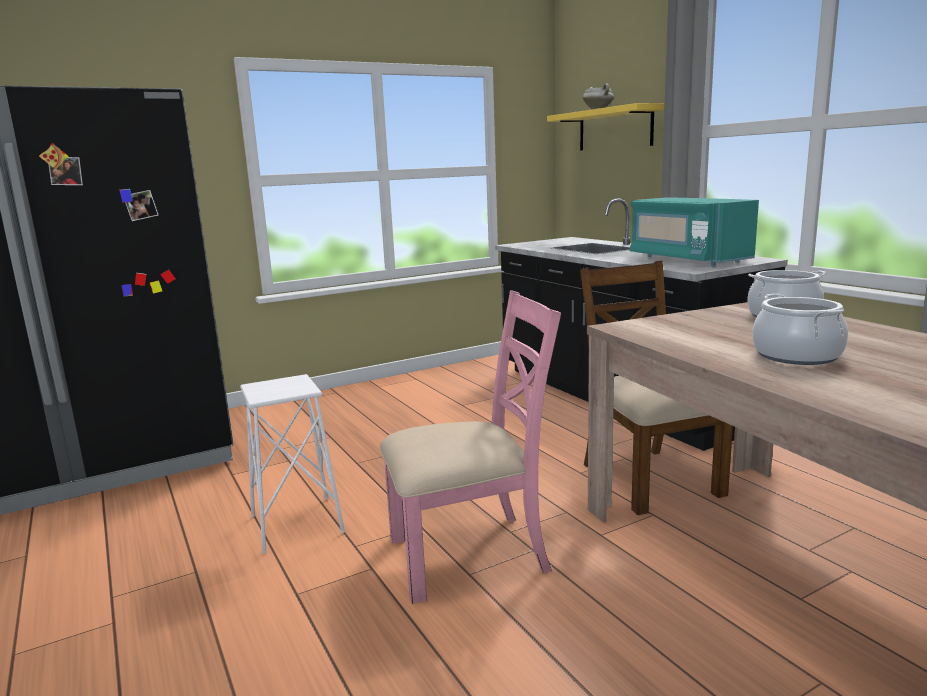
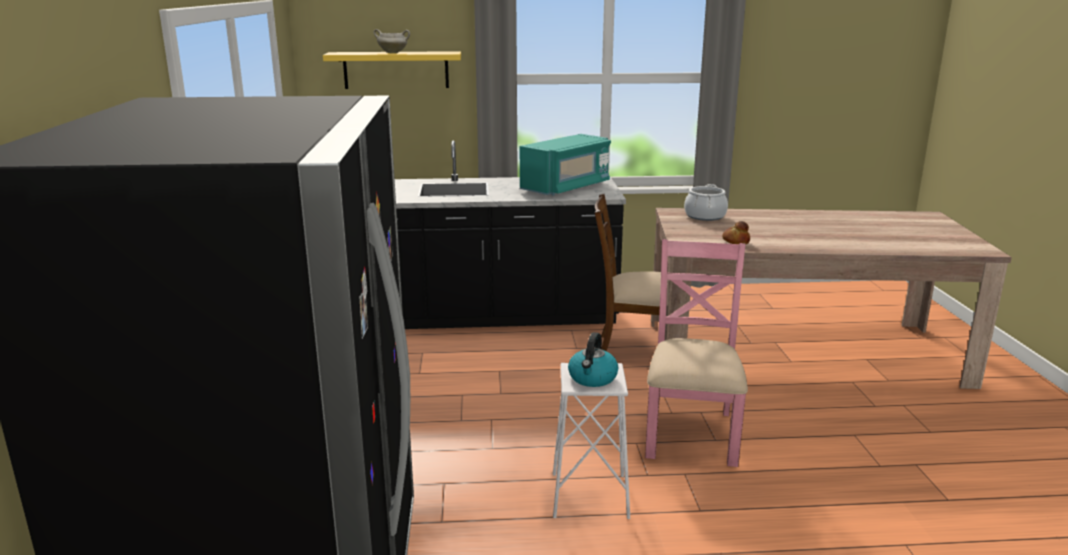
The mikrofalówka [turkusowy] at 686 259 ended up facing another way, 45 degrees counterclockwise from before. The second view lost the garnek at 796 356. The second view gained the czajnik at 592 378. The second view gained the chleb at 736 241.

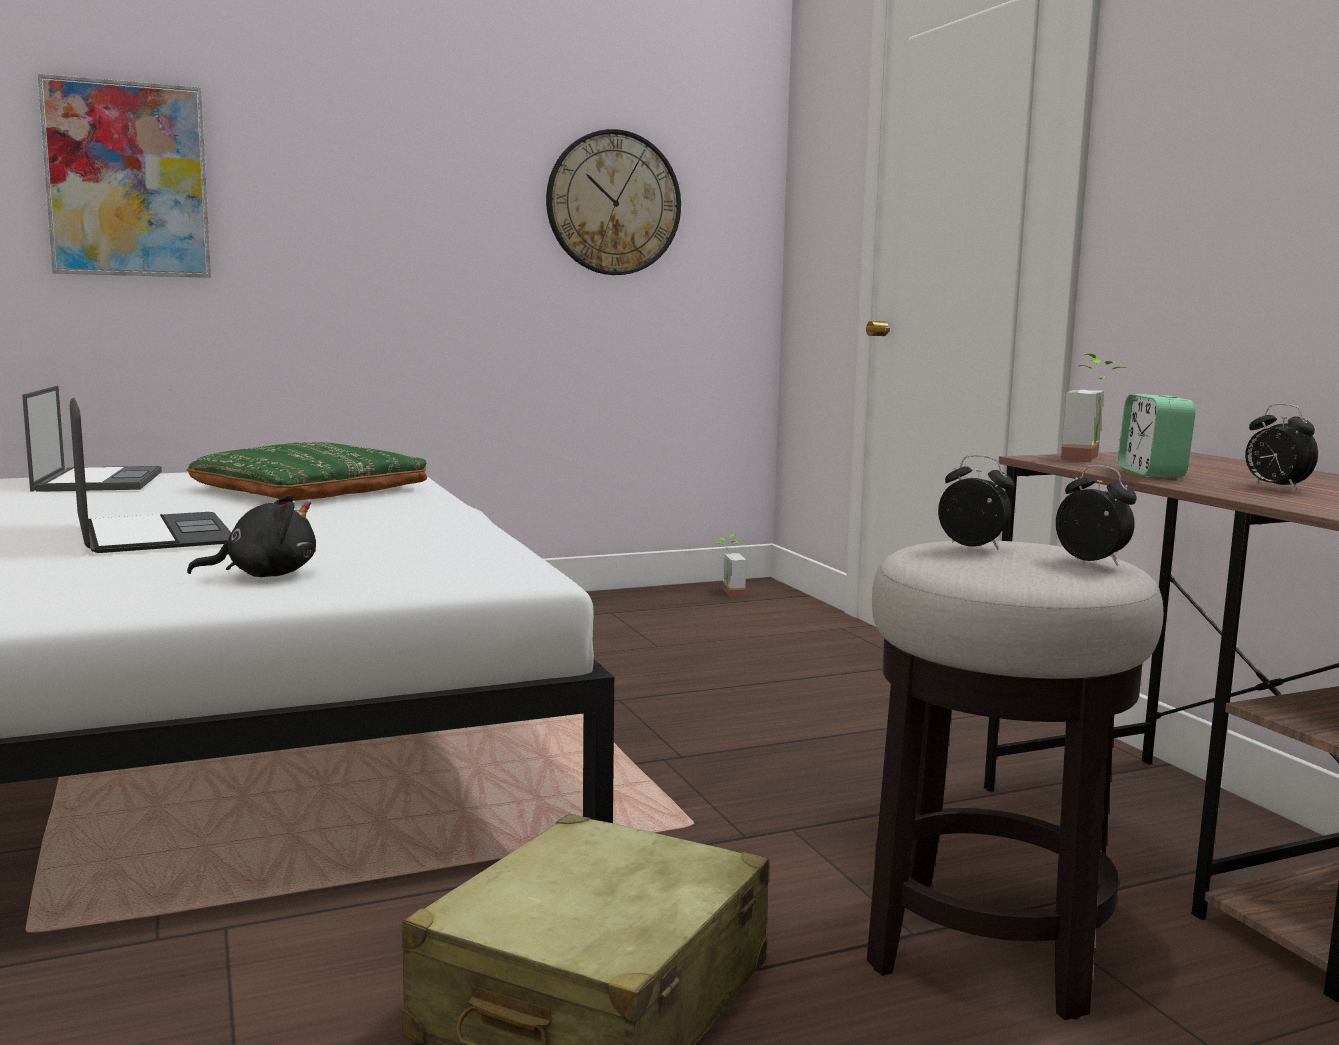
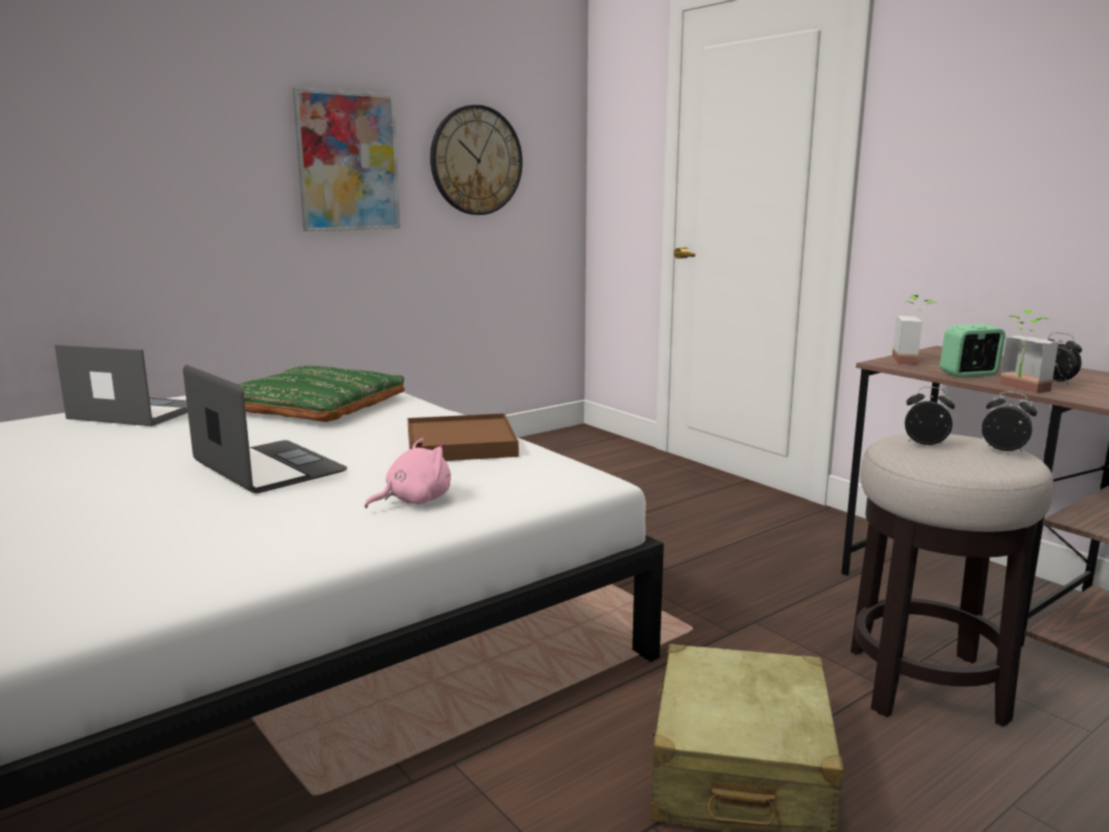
The laptop at 99 481 ended up facing another way, 45 degrees counterclockwise from before. The obraz ended up elsewhere, having gone from 127 180 to 348 162. What was the pluszak [czarny] at 264 575 turned into the pluszak [różowy] at 414 501. The roślina doniczkowa ended up elsewhere, having gone from 727 593 to 1018 388. The budzik at 1151 473 ended up facing another way, 90 degrees clockwise from before. The second view gained the taca [brązowy] at 461 444.

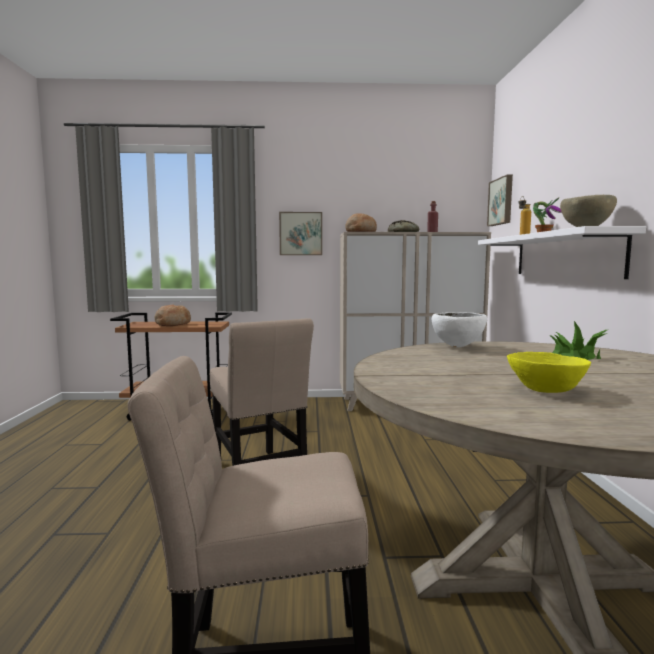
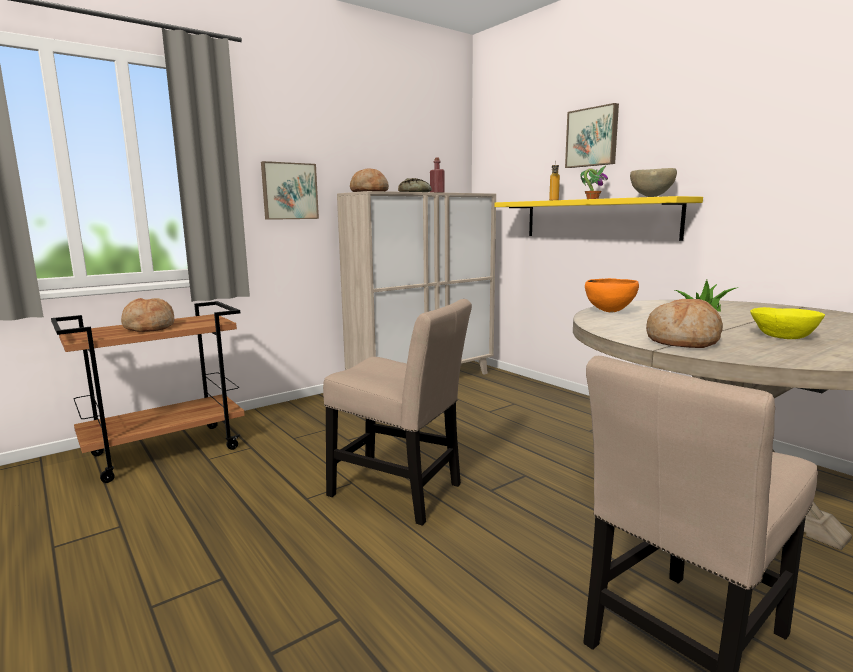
What was the miska [biały] at 458 346 turned into the miska [pomarańczowy] at 610 312. What was the półka [biały] at 564 255 turned into the półka [żółty] at 597 219. The obraz ended up elsewhere, having gone from 501 201 to 592 137. The second view gained the chleb at 683 341.

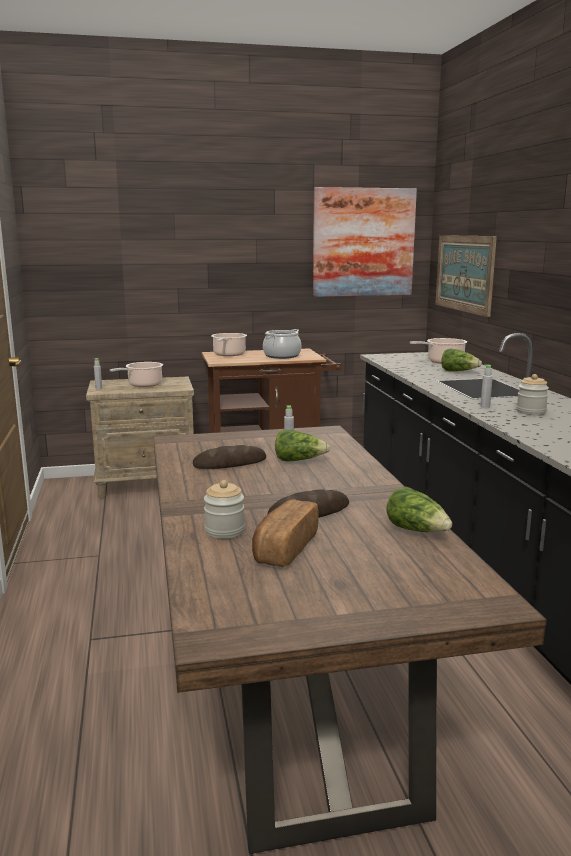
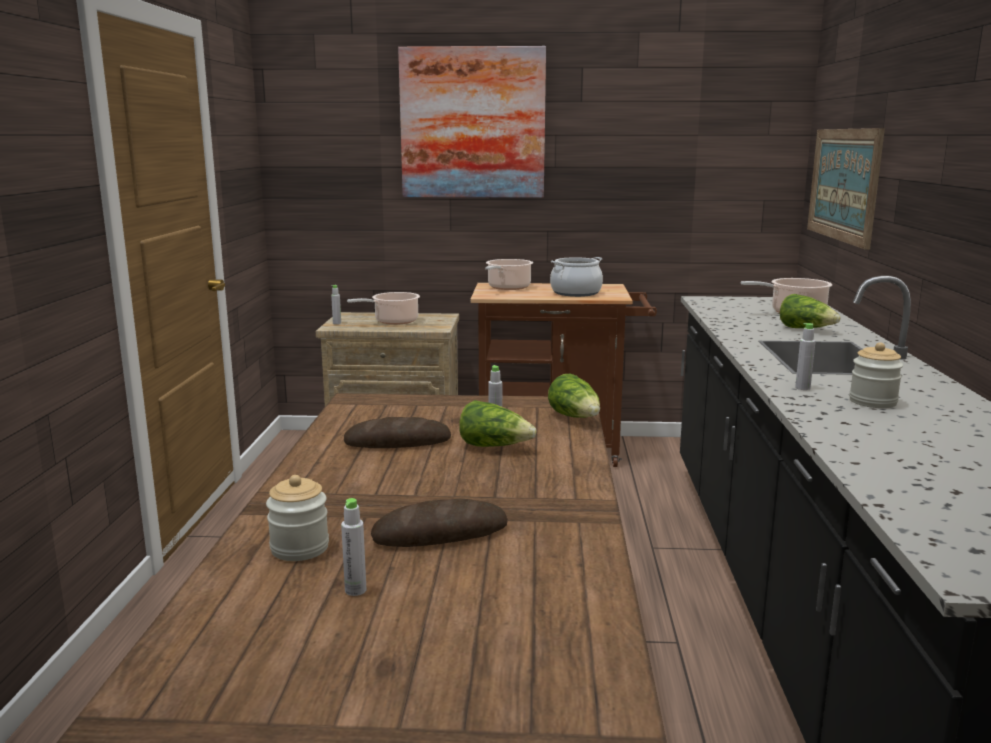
Where the chleb stood at 284 549, the butelka [szary] came to stand at 355 590. The obraz ended up elsewhere, having gone from 363 242 to 472 123. The sałata ended up elsewhere, having gone from 417 531 to 576 418.

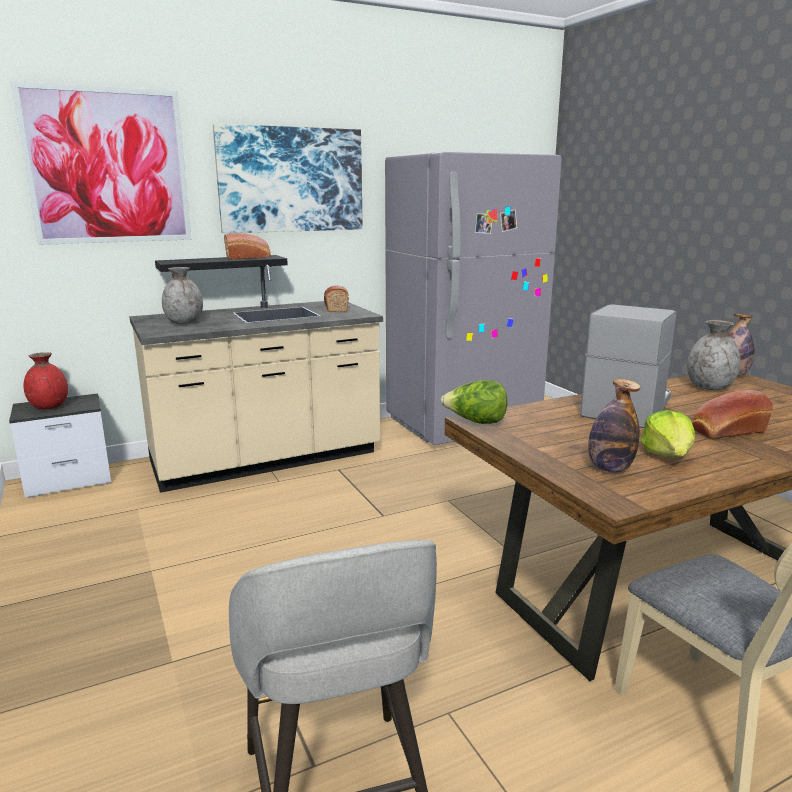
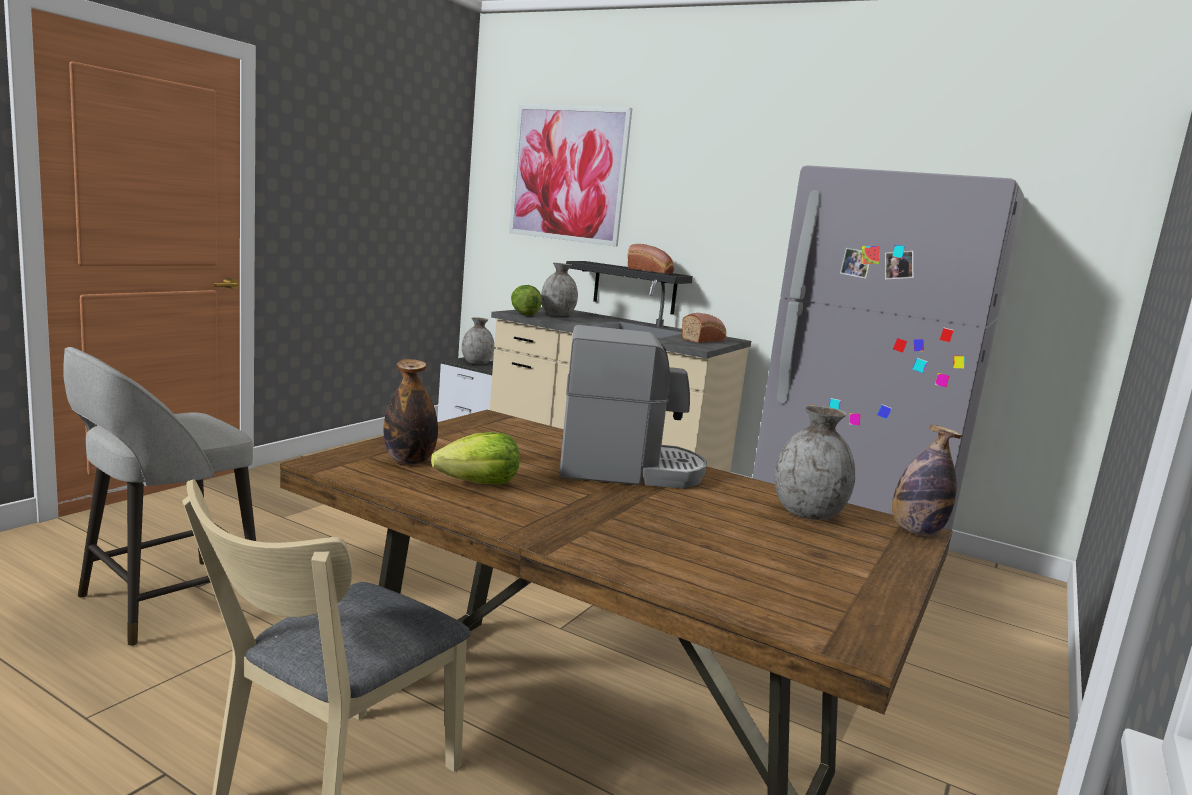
What was the wazon [czerwony] at 49 406 turned into the wazon [szary] at 477 363. The second view lost the obraz at 291 180. The sałata ended up elsewhere, having gone from 475 422 to 523 314. The second view lost the chleb at 726 431.

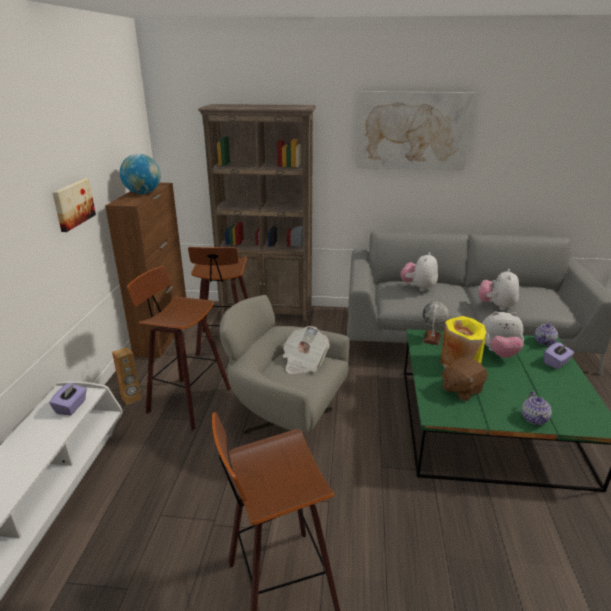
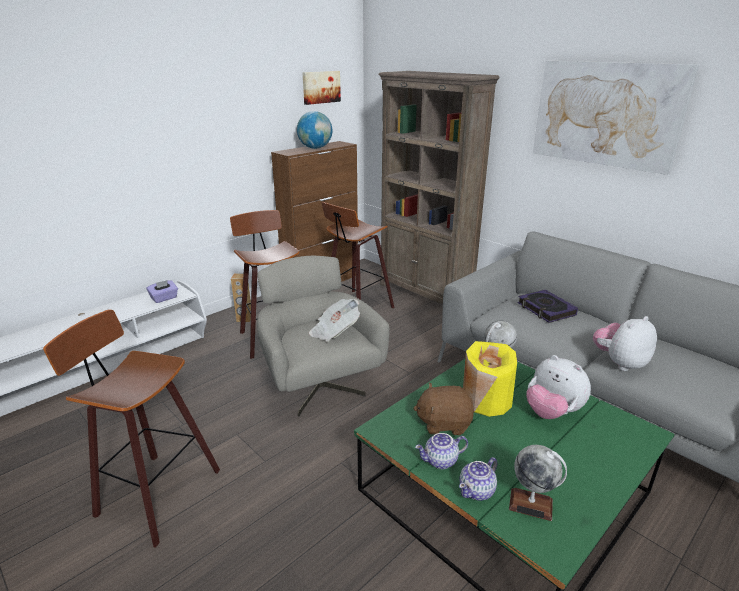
The obraz ended up elsewhere, having gone from 72 204 to 320 87. Where the pluszak stood at 418 287, the książka came to stand at 546 309. The imbryk ended up elsewhere, having gone from 544 342 to 440 461. The second view lost the pudełko chusteczek [fioletowy] at 556 363. The second view gained the globus at 531 504.

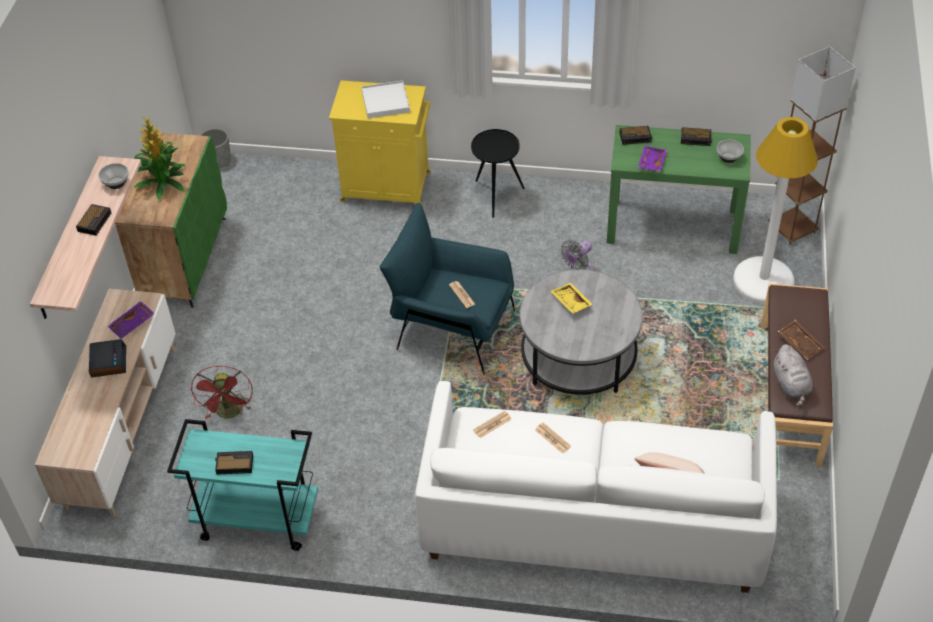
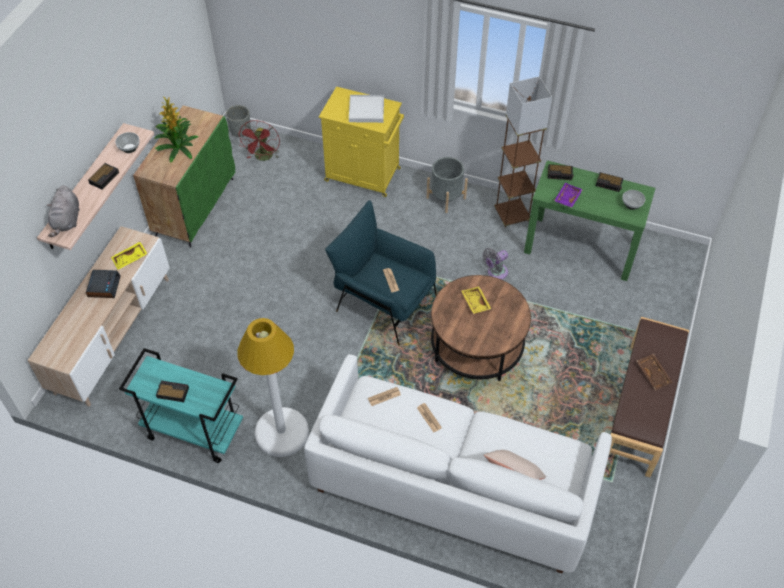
What was the taca [fioletowy] at 132 324 turned into the taca [żółty] at 130 259. The wentylator [czerwony] ended up elsewhere, having gone from 230 413 to 263 158. Where the stolik [czarny] stood at 496 197, the donica [szary] came to stand at 446 198. What was the ława [szary] at 578 357 turned into the ława [brązowy] at 477 344. The lampa stojąca [biały] ended up elsewhere, having gone from 763 281 to 282 432. The lampa stojąca [brązowy] ended up elsewhere, having gone from 792 229 to 512 215. The pluszak [szary] ended up elsewhere, having gone from 791 386 to 67 221.

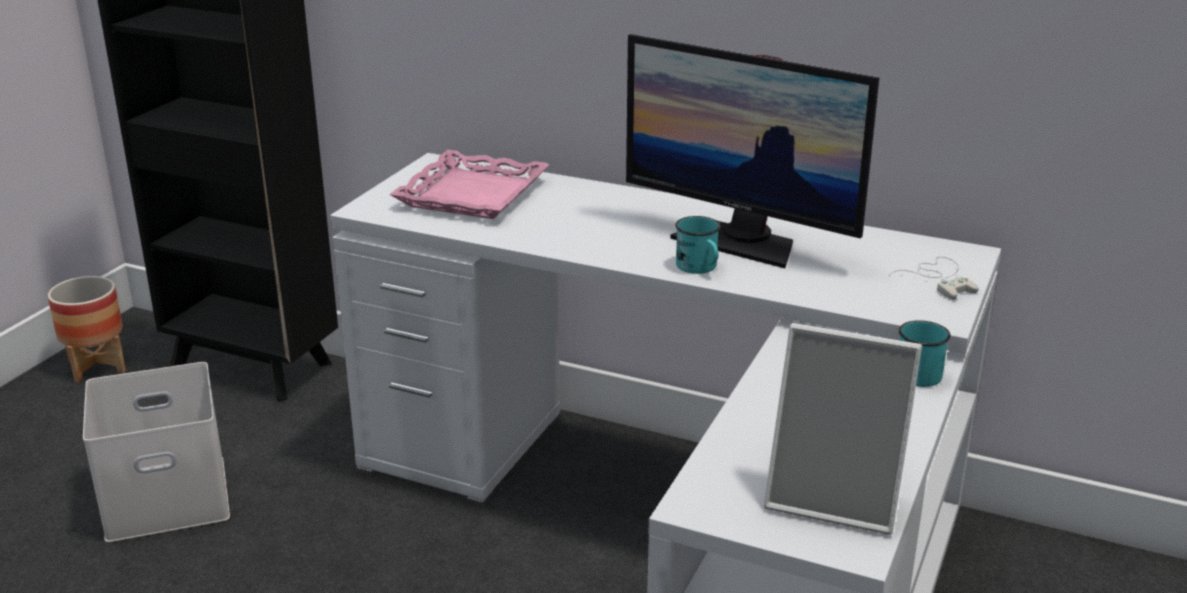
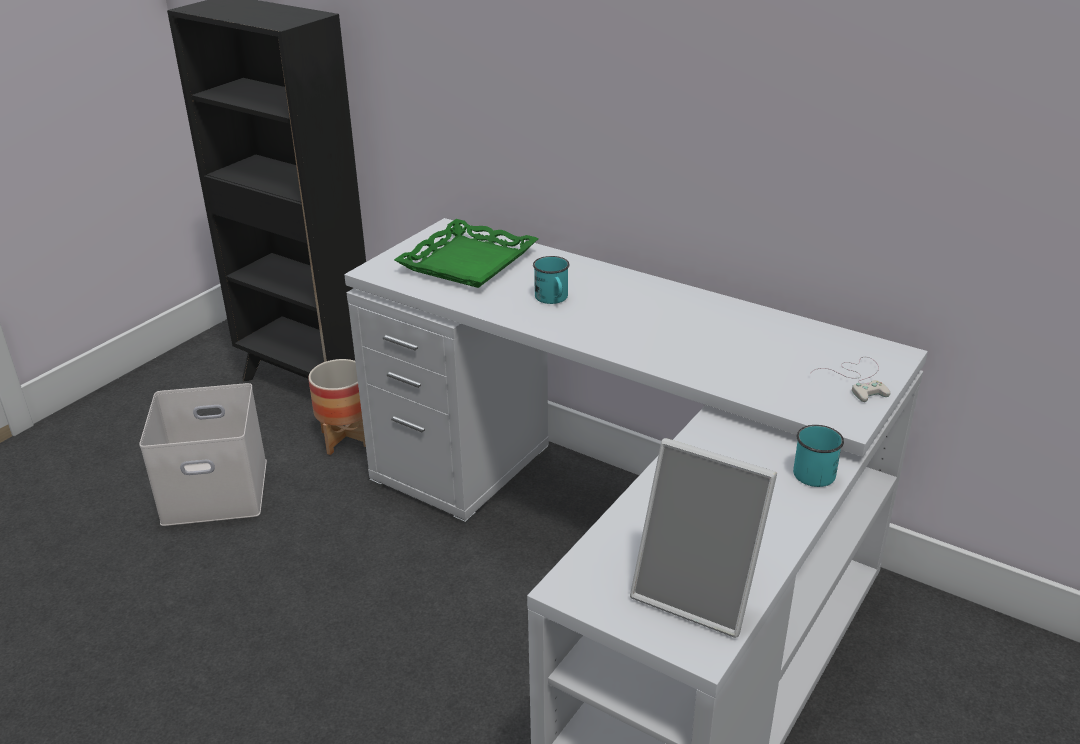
The donica ended up elsewhere, having gone from 97 366 to 346 439. What was the taca [różowy] at 473 195 turned into the taca [zielony] at 469 262. The second view lost the monitor at 741 241. The kubek [turkusowy] ended up elsewhere, having gone from 700 268 to 553 299.

